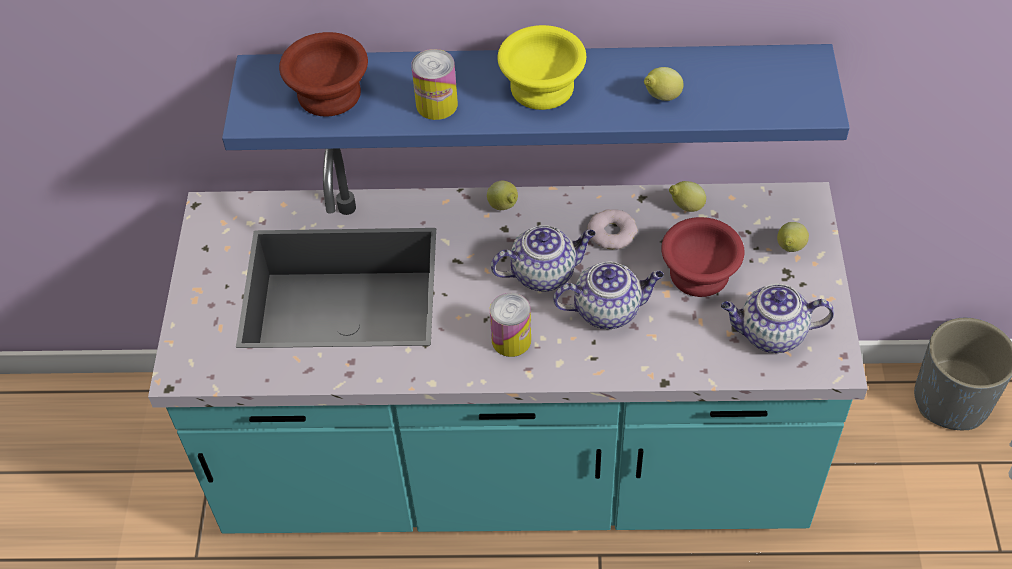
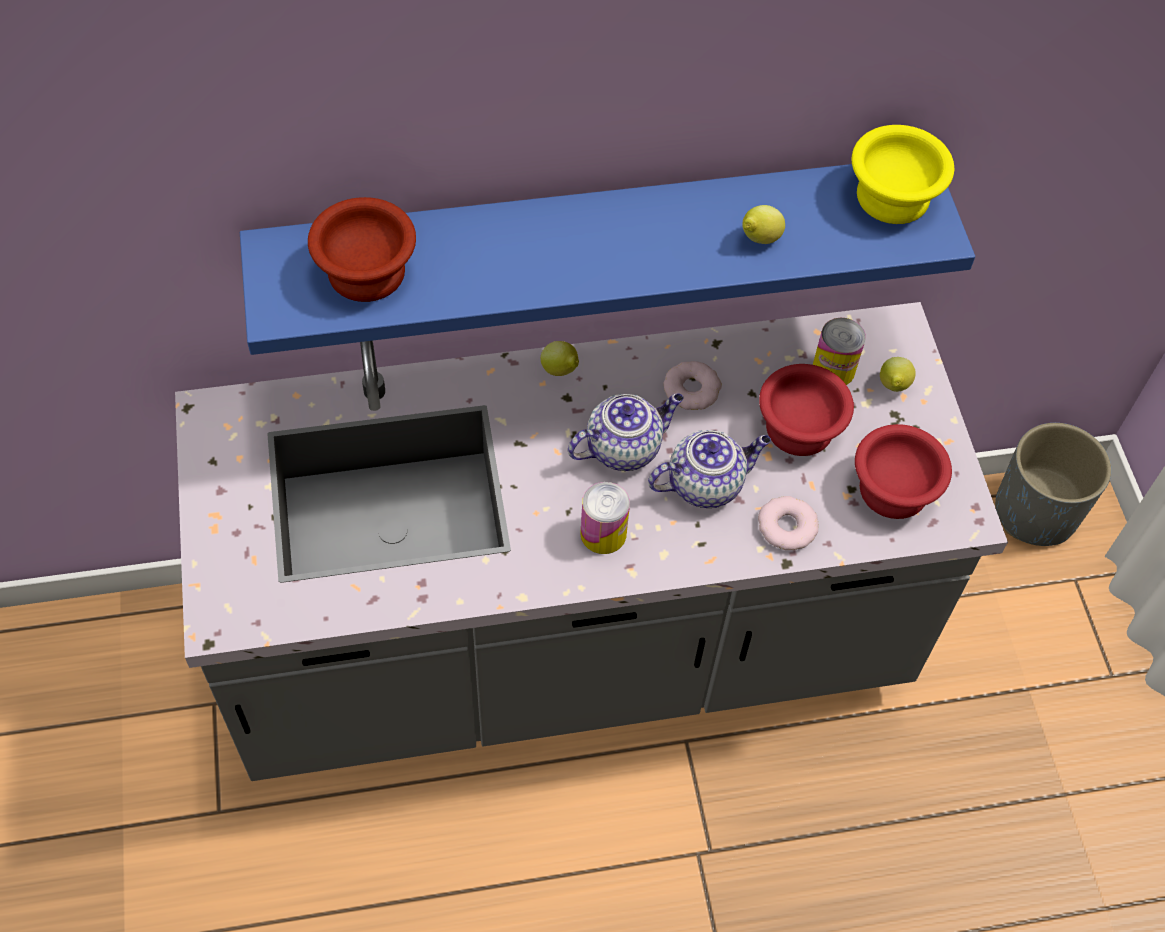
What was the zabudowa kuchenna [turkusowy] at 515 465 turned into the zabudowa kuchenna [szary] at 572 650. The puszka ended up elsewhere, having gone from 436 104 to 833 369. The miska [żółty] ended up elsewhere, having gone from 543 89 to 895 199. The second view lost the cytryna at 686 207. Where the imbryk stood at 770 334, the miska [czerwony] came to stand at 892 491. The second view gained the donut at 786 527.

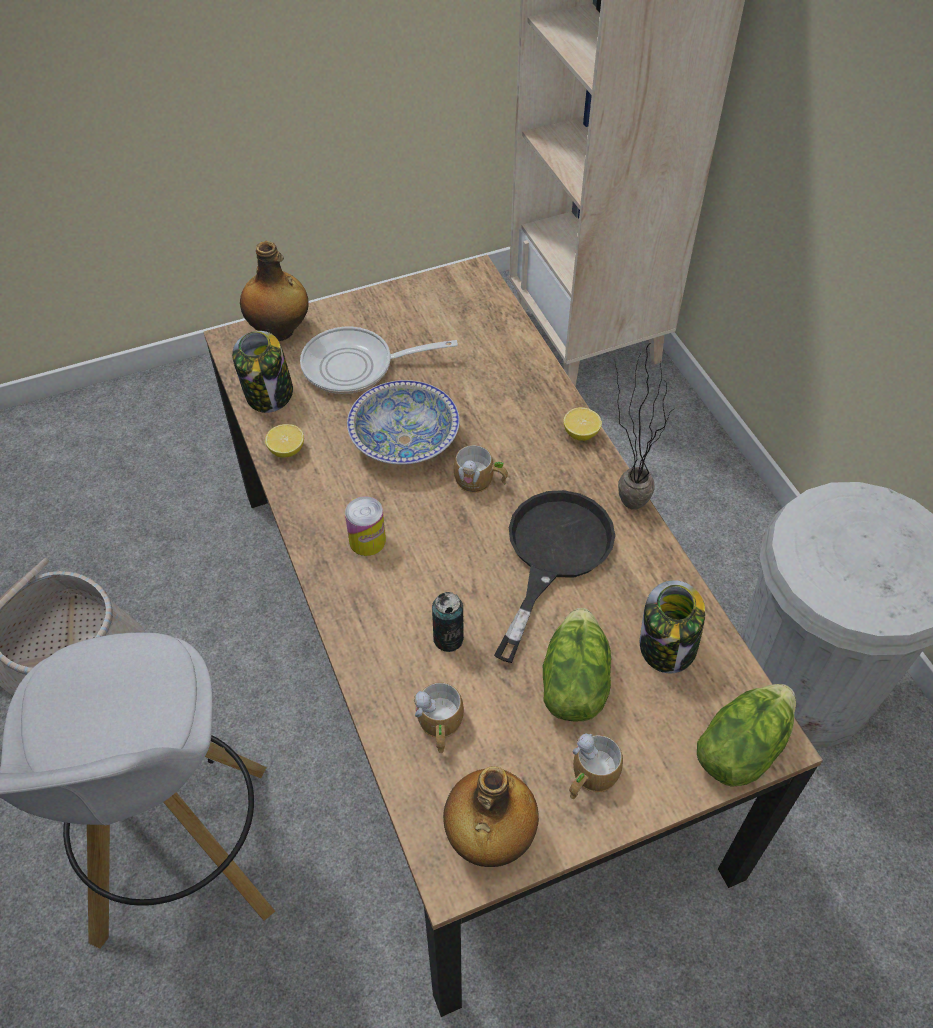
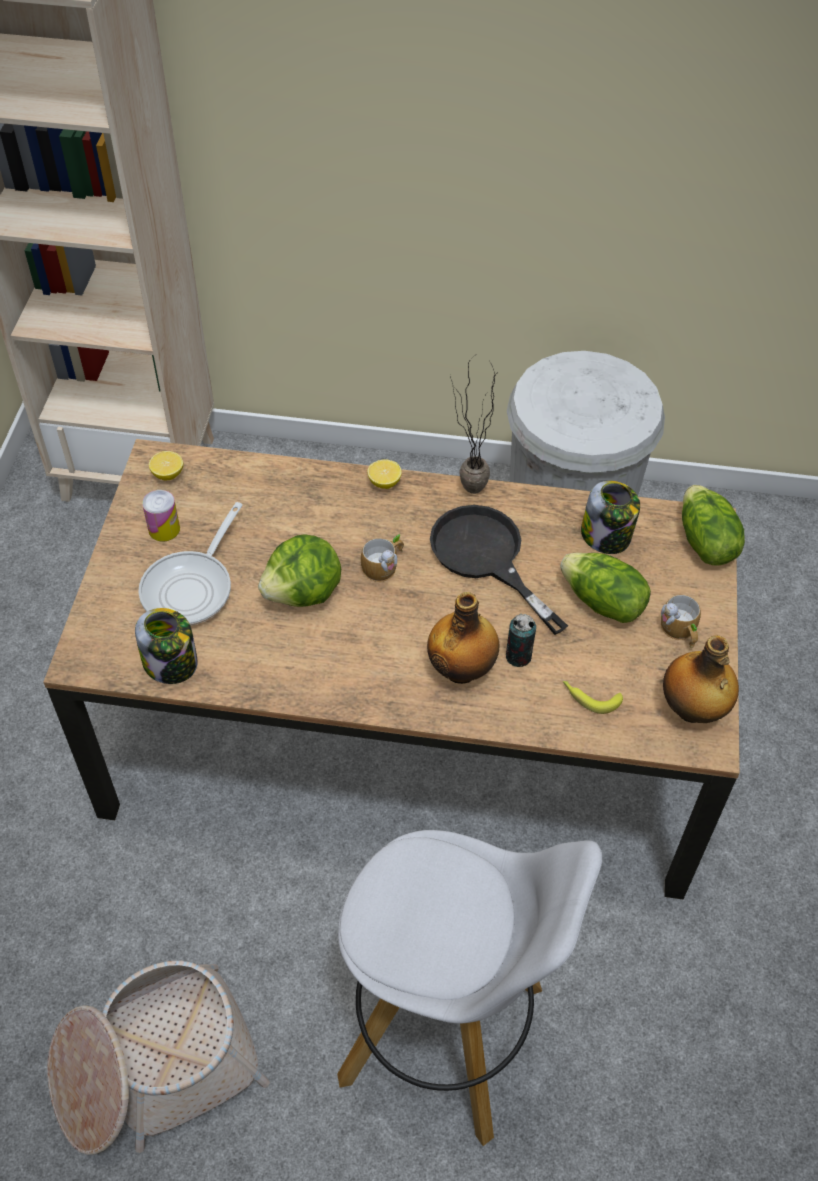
The butelka ended up elsewhere, having gone from 279 331 to 462 669. The cytryna ended up elsewhere, having gone from 287 450 to 168 474. The puszka ended up elsewhere, having gone from 367 541 to 164 529. Where the miska stood at 404 441, the sałata came to stand at 304 593. Where the kubek stood at 439 727, the banan came to stand at 590 697.

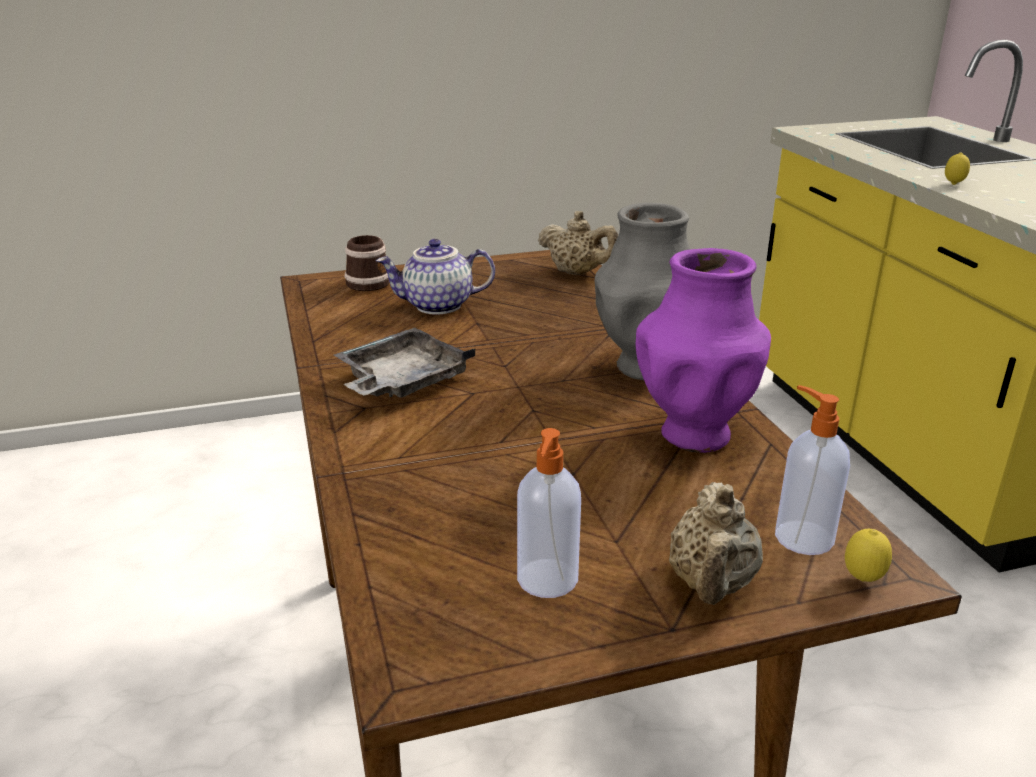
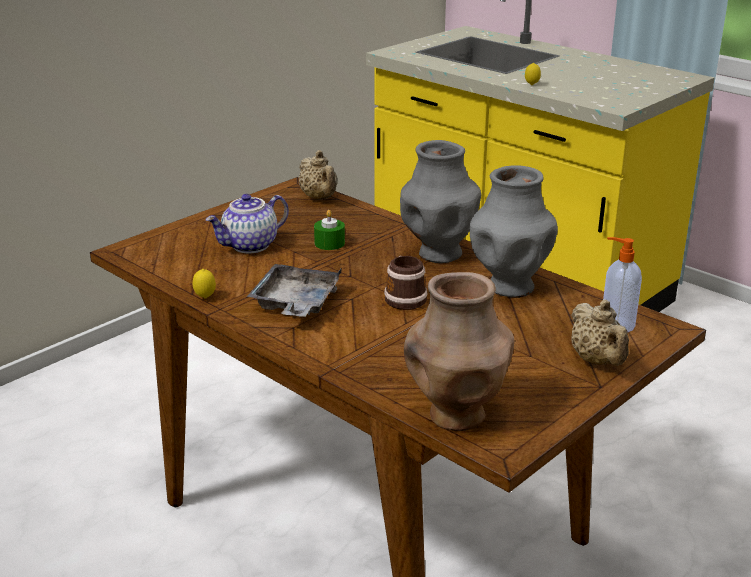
The kubek ended up elsewhere, having gone from 371 281 to 404 297. The second view lost the dozownik mydła at 547 580. The imbryk [beżowy] at 577 272 ended up facing another way, 60 degrees clockwise from before. What was the wazon [fioletowy] at 695 433 turned into the wazon [szary] at 510 287. The cytryna ended up elsewhere, having gone from 862 580 to 205 298. The second view gained the świeca [zielony] at 329 243. The second view gained the wazon [brązowy] at 456 416.

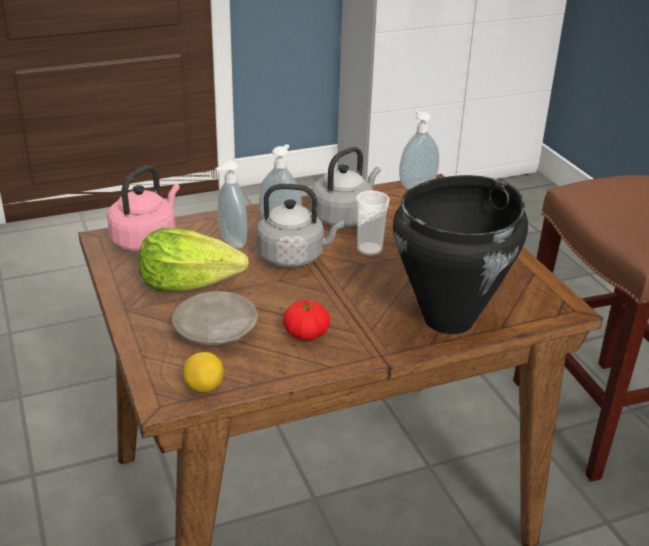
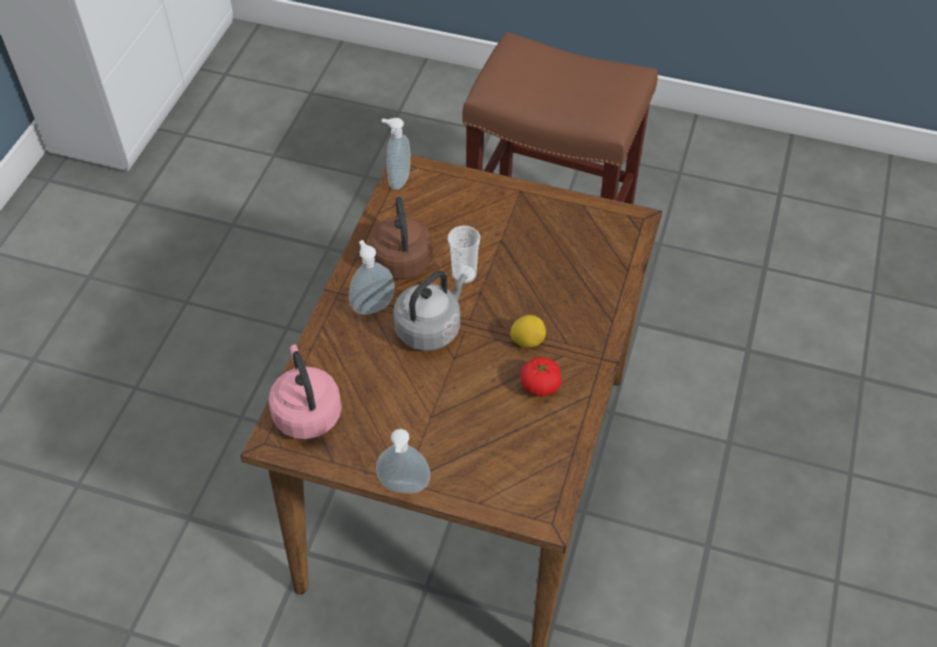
The second view lost the sałata at 190 283. The second view lost the talerz [beżowy] at 215 331. The cytryna ended up elsewhere, having gone from 204 387 to 527 341. The dozownik mydła ended up elsewhere, having gone from 231 242 to 404 489. What was the czajnik [szary] at 344 217 turned into the czajnik [brązowy] at 401 258. The second view lost the garnek [czarny] at 450 320.

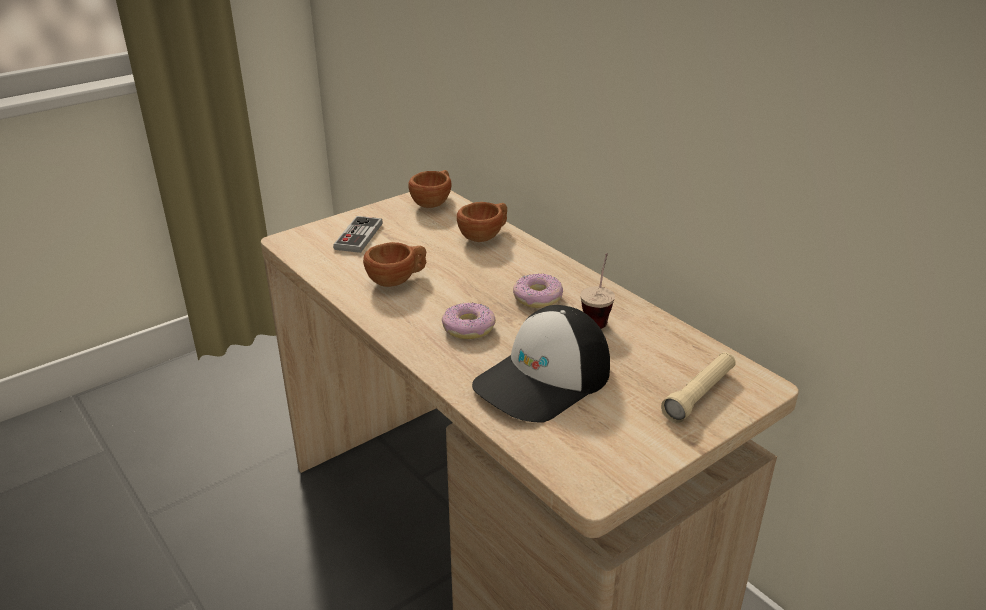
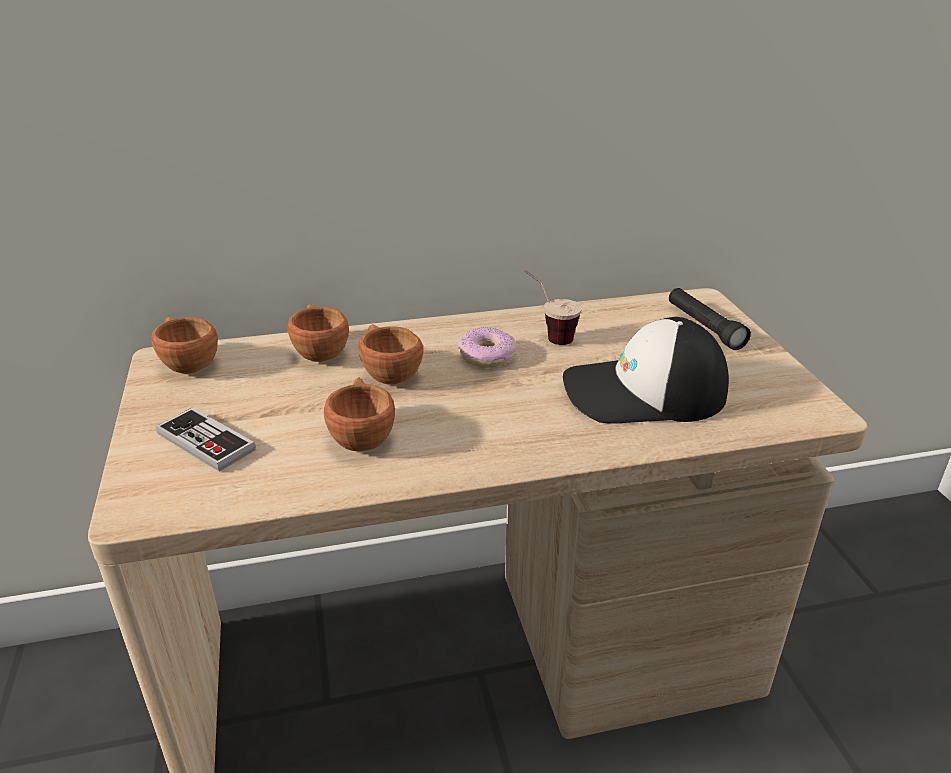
The second view lost the donut at 468 328. The czapka z daszkiem at 544 380 ended up facing another way, 105 degrees clockwise from before. What was the latarka [beżowy] at 699 395 turned into the latarka [czarny] at 704 327. The second view gained the filiżanka [brązowy] at 388 373.

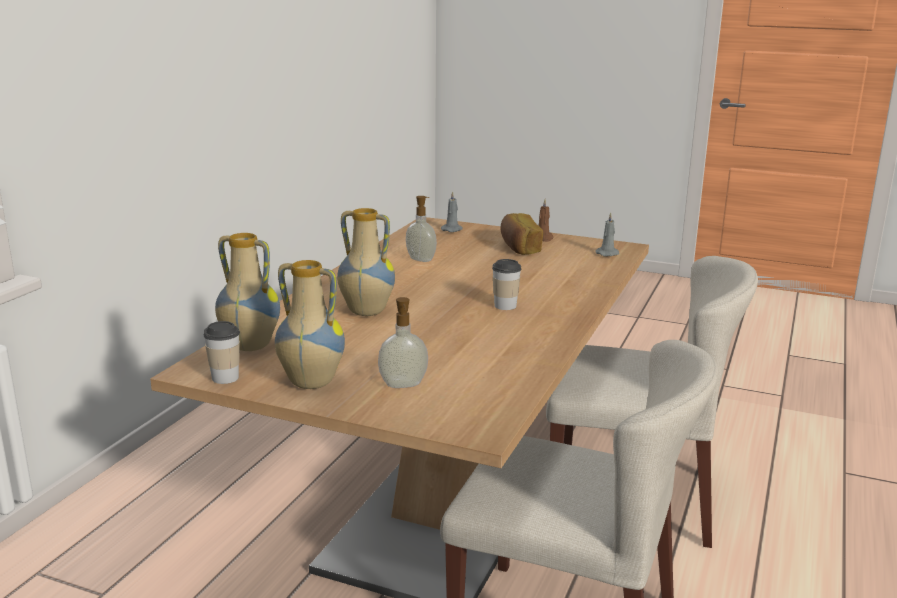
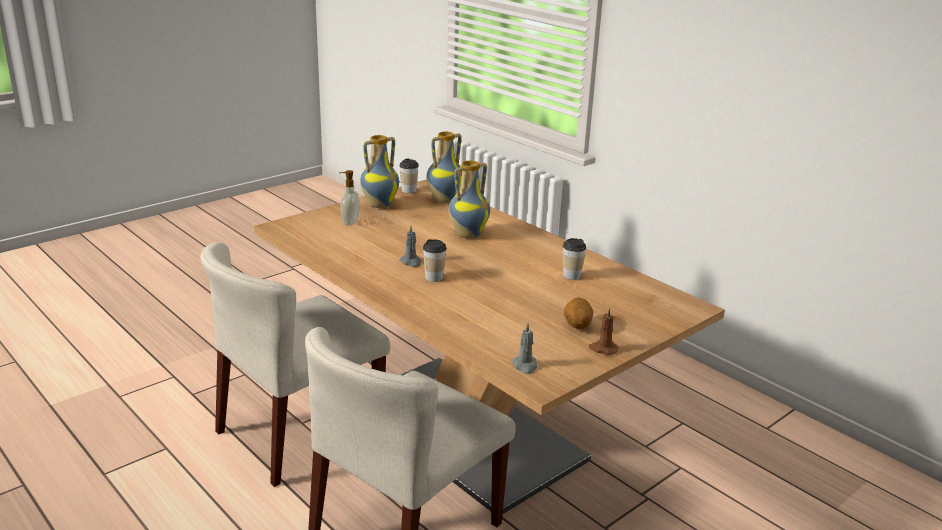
Where the dozownik mydła stood at 421 259, the filiżanka came to stand at 571 276. The świeca [szary] ended up elsewhere, having gone from 452 229 to 411 262. Where the chleb stood at 519 248, the ziemniak came to stand at 577 326.

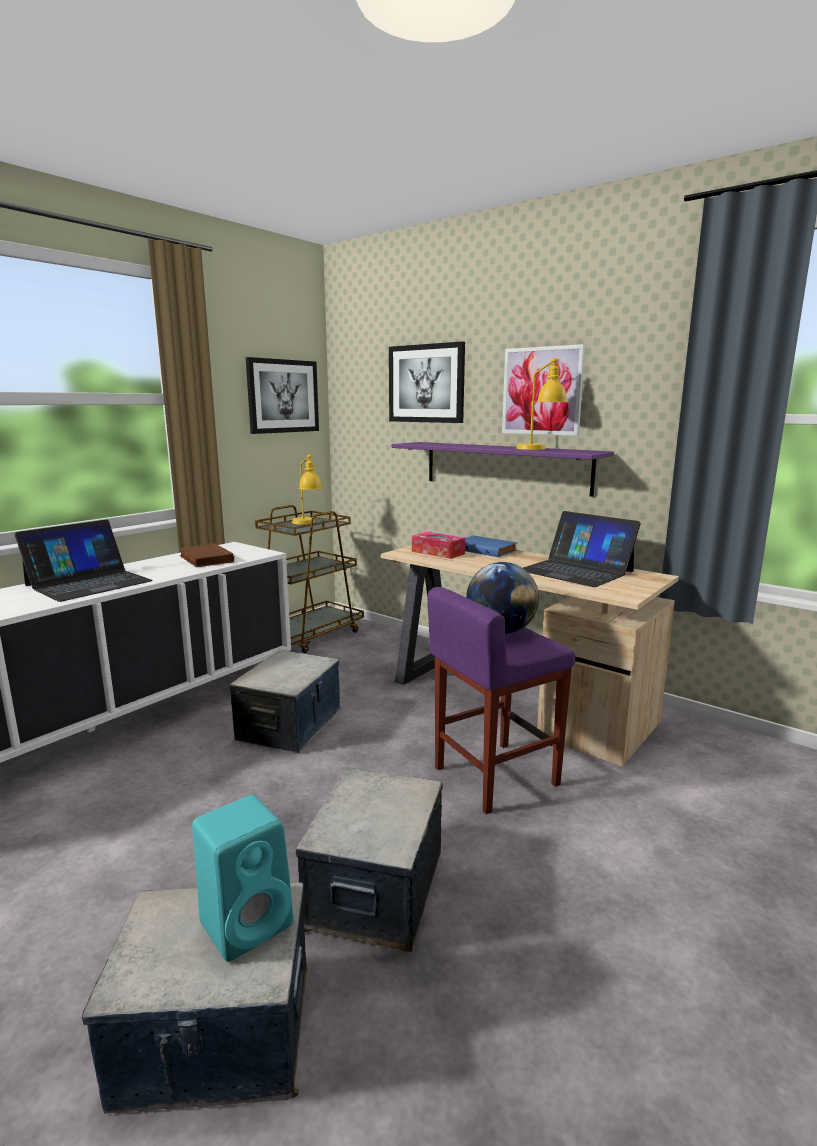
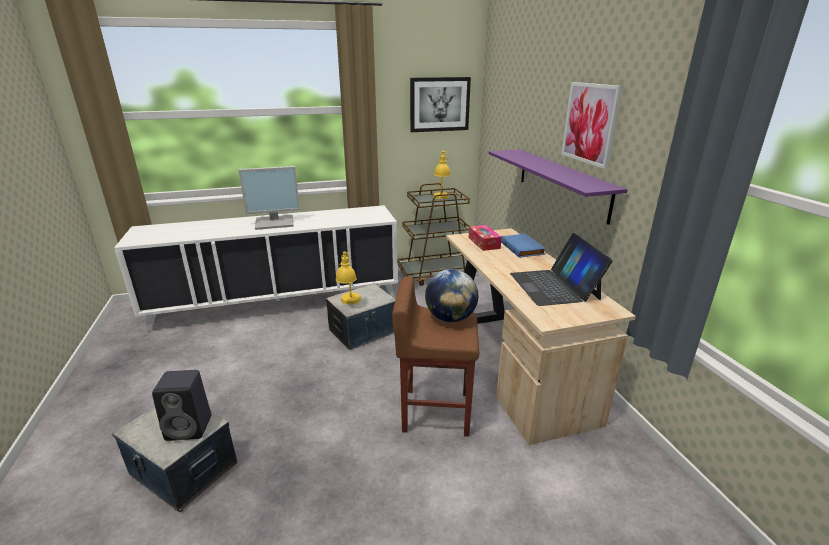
Where the laptop stood at 88 583, the monitor came to stand at 275 222. The second view lost the książka [brązowy] at 204 559. What was the głośnik [turkusowy] at 249 922 turned into the głośnik [czarny] at 190 427. The second view lost the pojemnik do przechowywania at 374 889. The second view lost the obraz at 426 383. What was the stołek [fioletowy] at 494 776 turned into the stołek [brązowy] at 435 411. The lampa stołowa [żółty] ended up elsewhere, having gone from 540 449 to 350 303.

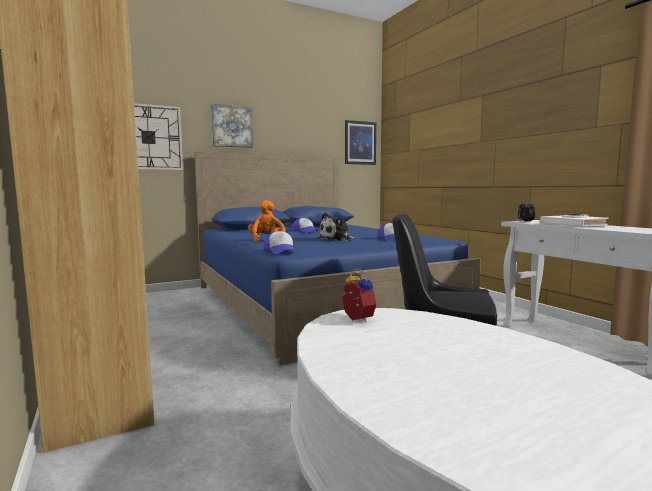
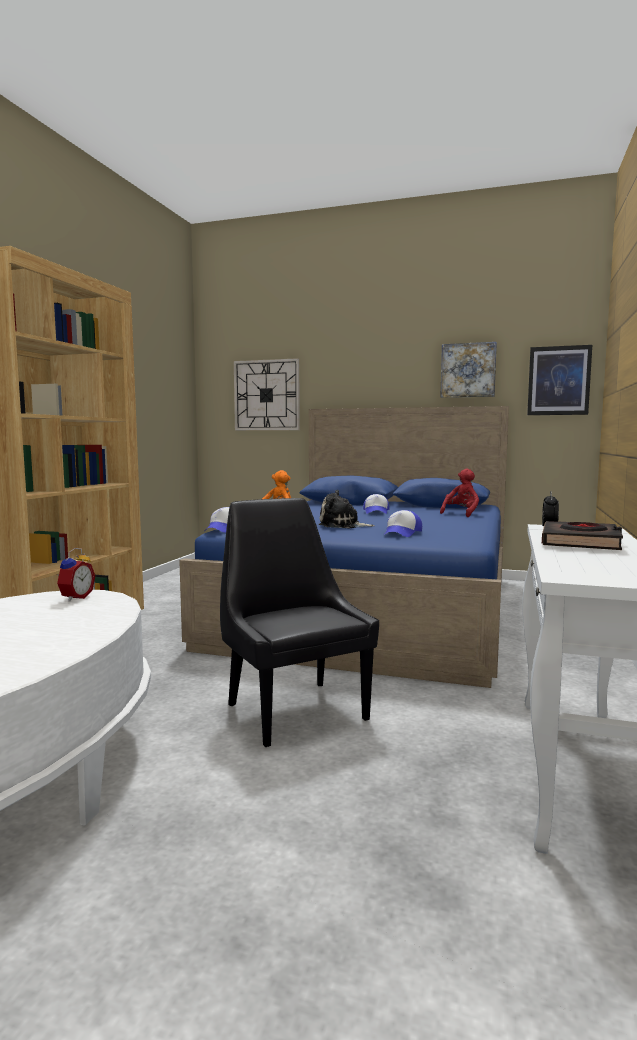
The obraz ended up elsewhere, having gone from 231 126 to 468 370. What was the książka [biały] at 573 225 turned into the książka [czarny] at 580 542. The second view gained the pluszak [czerwony] at 461 514.

